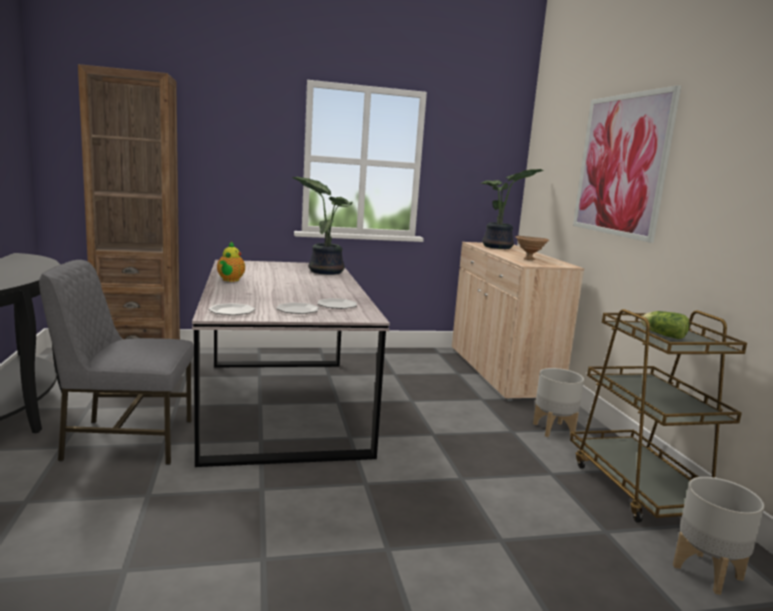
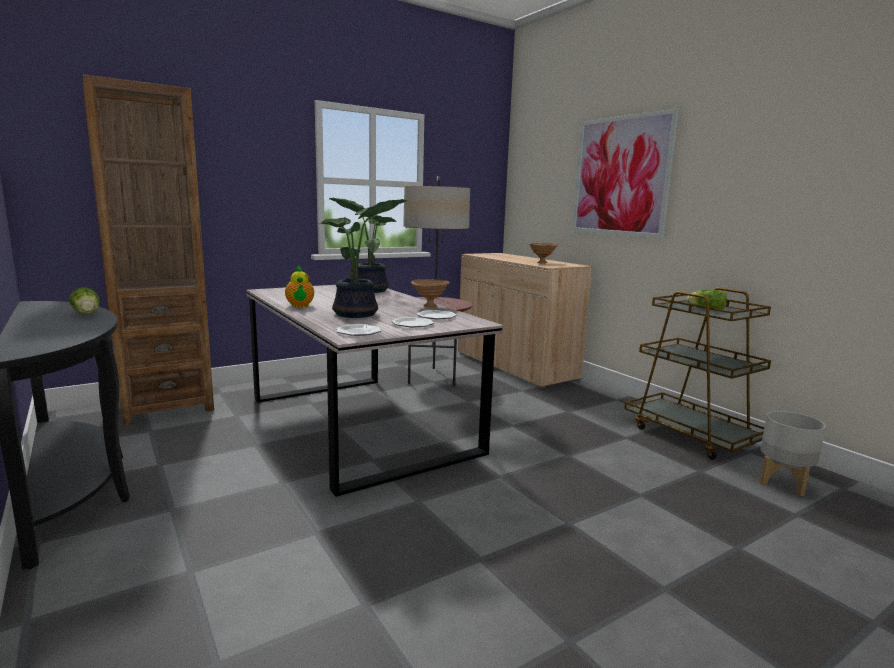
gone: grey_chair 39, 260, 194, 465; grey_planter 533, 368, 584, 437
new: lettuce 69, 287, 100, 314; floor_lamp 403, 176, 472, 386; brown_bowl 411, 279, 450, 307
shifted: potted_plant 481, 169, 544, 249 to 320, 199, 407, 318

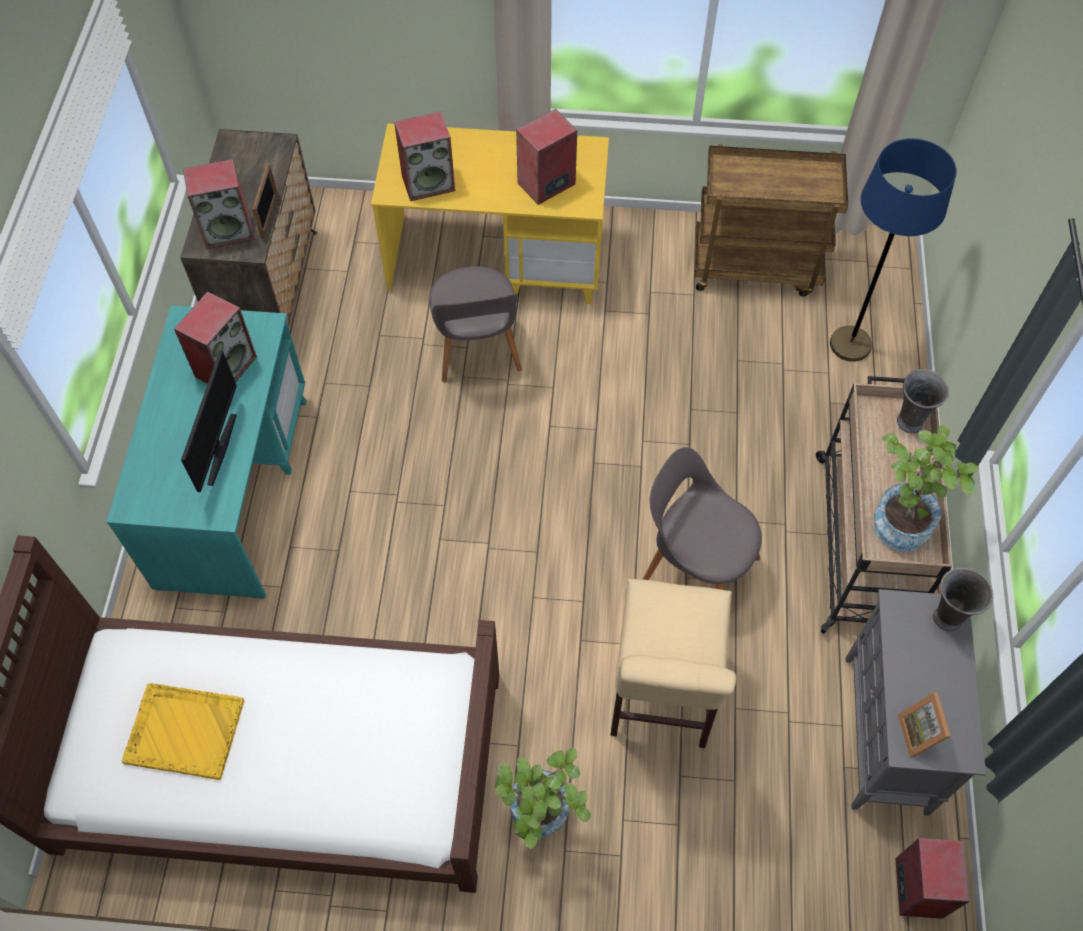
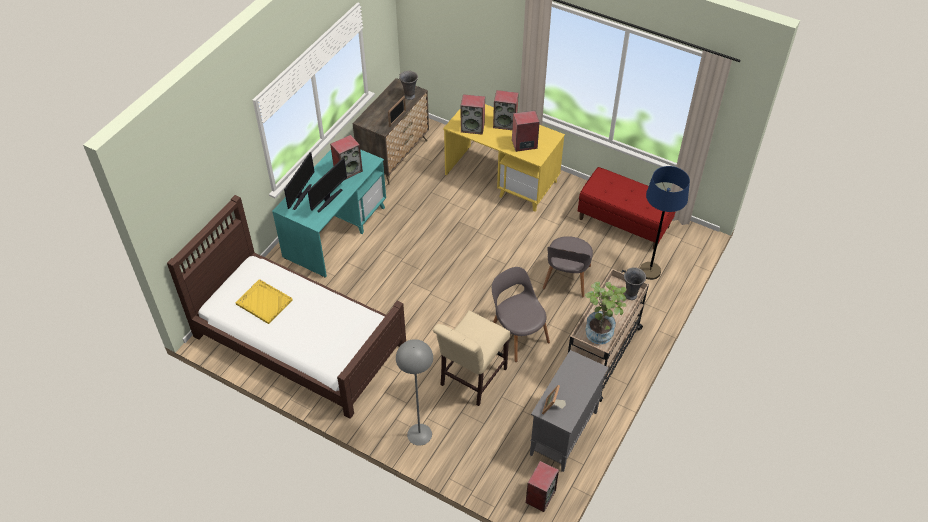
gone: potted_plant 495, 748, 591, 849
new: monitor 284, 152, 315, 210; grey_floor_lamp 396, 339, 433, 446
shifted: grey_vase 933, 567, 993, 631 to 399, 71, 418, 100; speaker 183, 159, 255, 249 to 493, 90, 519, 130; grey_chair 429, 266, 522, 382 to 543, 236, 593, 297
swapped: brown_cart 694, 144, 848, 297 to red_bench 578, 167, 676, 250

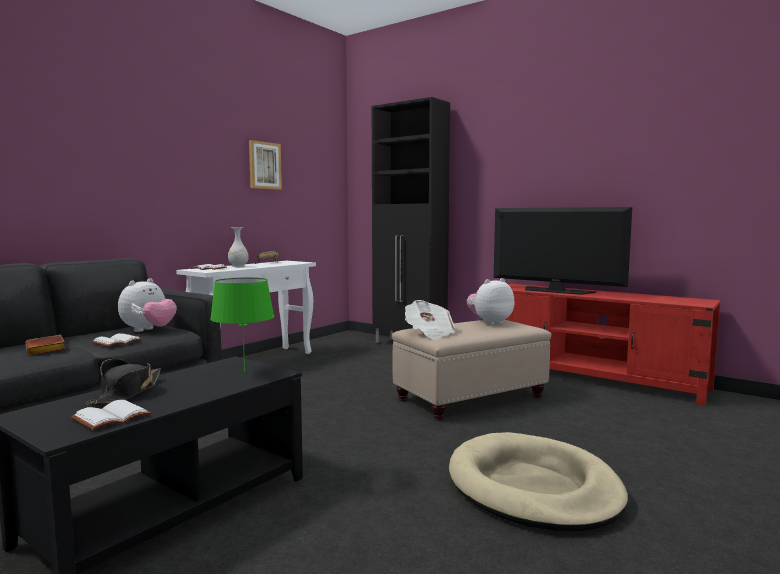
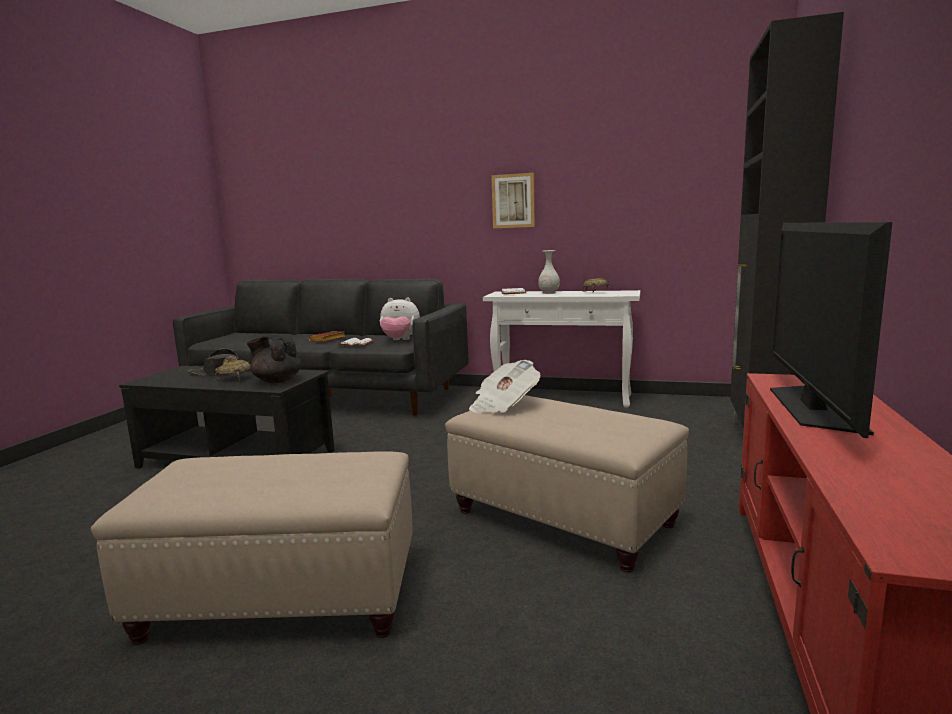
gone: white_book 71, 400, 151, 430; plush_toy 467, 278, 514, 325
new: beige_bowl 215, 360, 252, 381
shifted: picture 249, 140, 282, 190 to 491, 173, 535, 228
swapped: beige_dog_bed 449, 432, 628, 532 to beige_ottoman 91, 451, 413, 645; green_table_lamp 210, 277, 274, 372 to black_teapot 247, 334, 301, 383

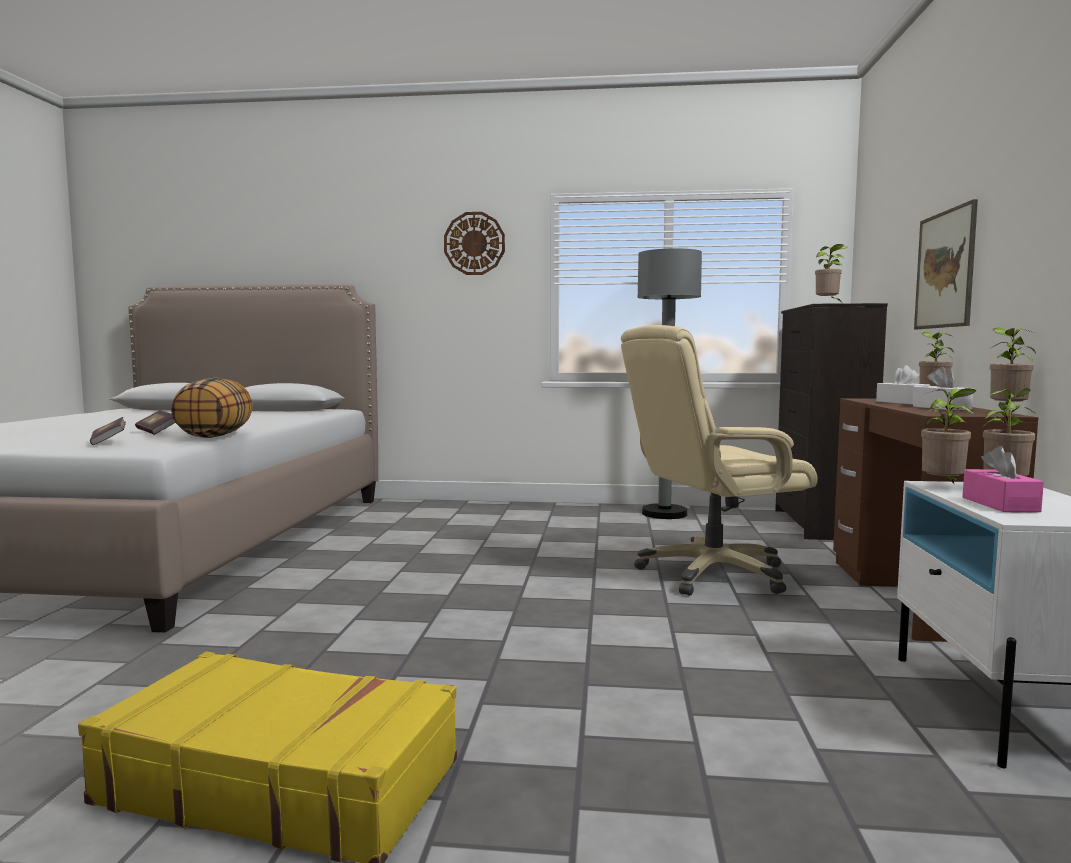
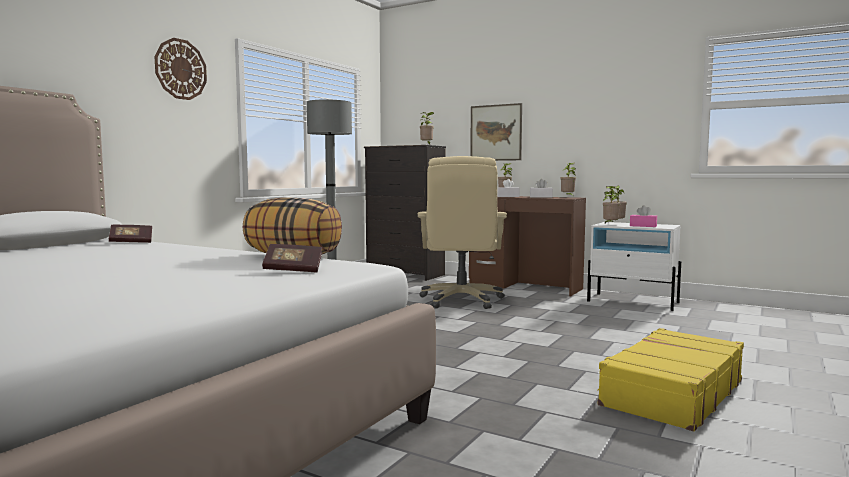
shifted: book 135, 410, 175, 435 to 109, 225, 152, 243

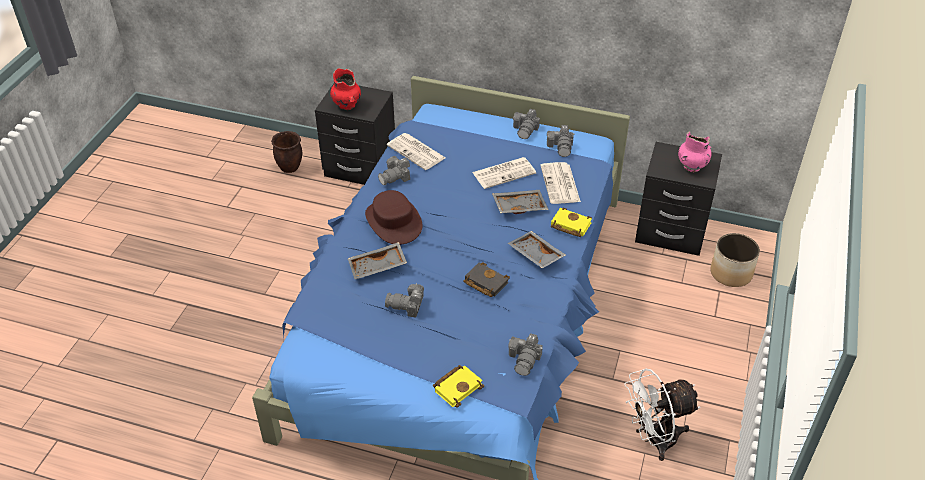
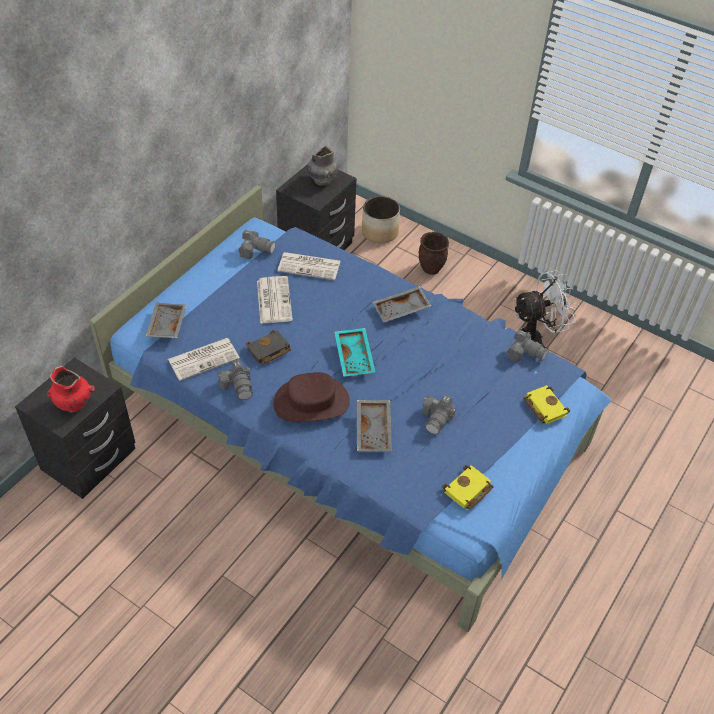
gone: photo_camera 513, 109, 540, 139
new: turquoise_tray 334, 328, 375, 377
shifted: grey_tray 492, 190, 549, 214 to 145, 302, 186, 338; black_book 464, 262, 510, 297 to 246, 330, 291, 364; brown_planter 271, 131, 302, 173 to 419, 232, 449, 275; yellow_book 551, 207, 592, 237 to 442, 465, 494, 509
repainted: pink_vase 678, 132, 712, 172 to grey_vase 307, 146, 338, 186
rotated: white_fan 624, 369, 700, 461 = 514, 270, 577, 348 105 degrees counterclockwise

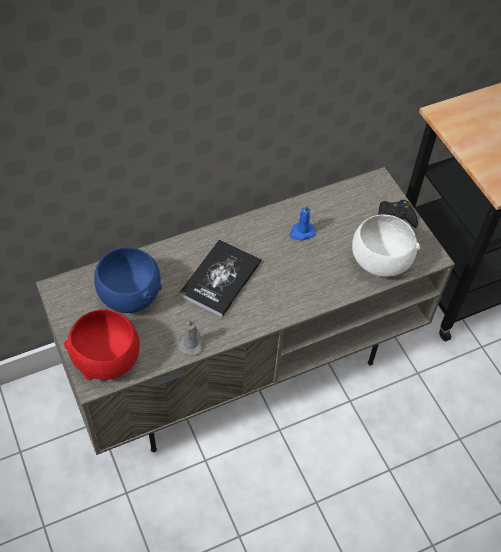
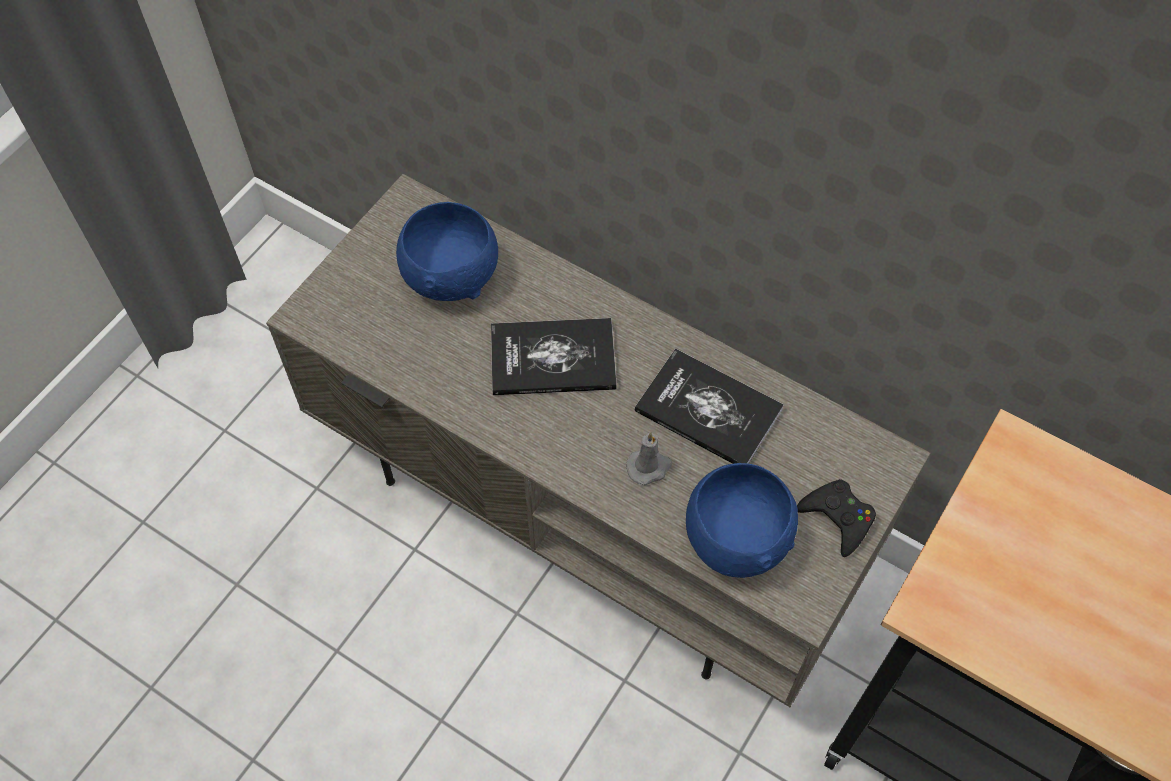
gone: red_bowl 64, 309, 140, 380
shifted: grey_candle 178, 319, 204, 356 to 626, 432, 672, 485
swapped: blue_candle 289, 204, 315, 240 to book 635, 349, 784, 464
repainted: white_bowl 352, 215, 420, 277 to blue_bowl 686, 463, 798, 578

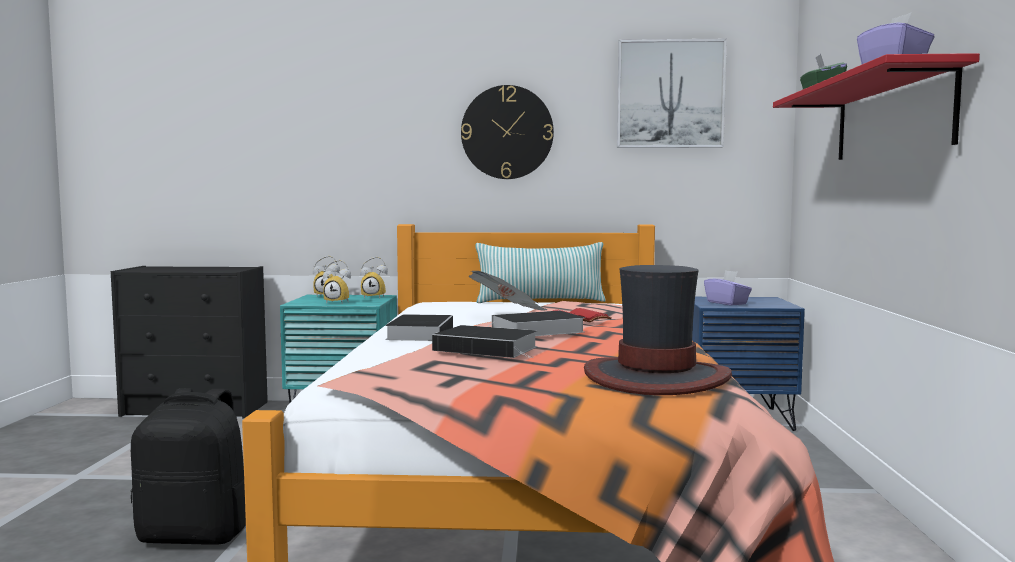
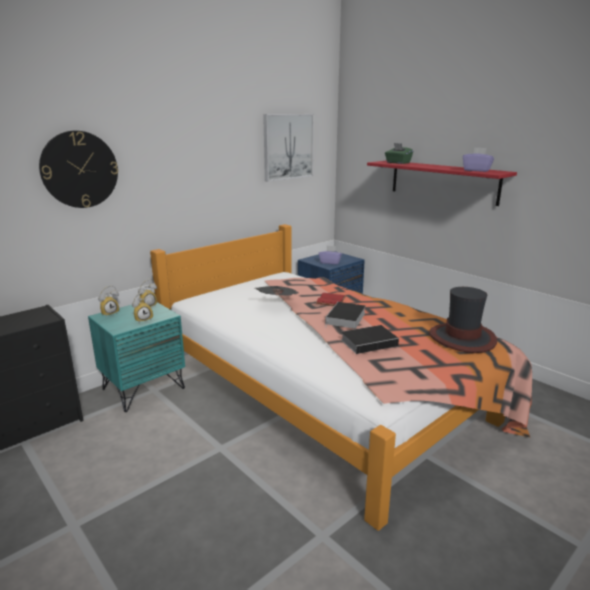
gone: black_backpack 131, 388, 246, 544; book 385, 314, 453, 341; pillow 475, 242, 606, 303
shifted: wall_clock 461, 85, 554, 179 to 39, 131, 118, 208

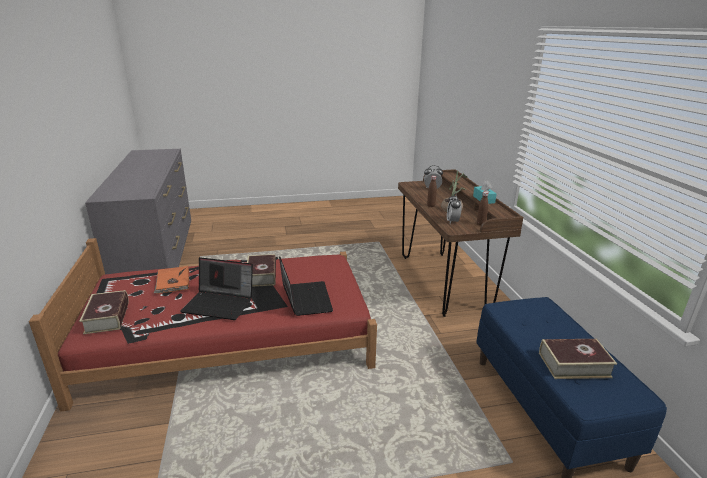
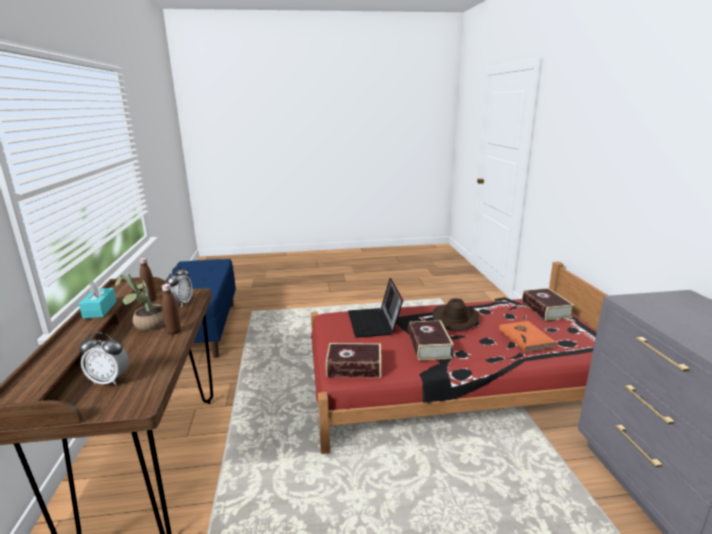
shifted: book 539, 339, 617, 379 to 326, 343, 381, 378
swapped: laptop 180, 257, 253, 320 to brown_hat 433, 298, 479, 331

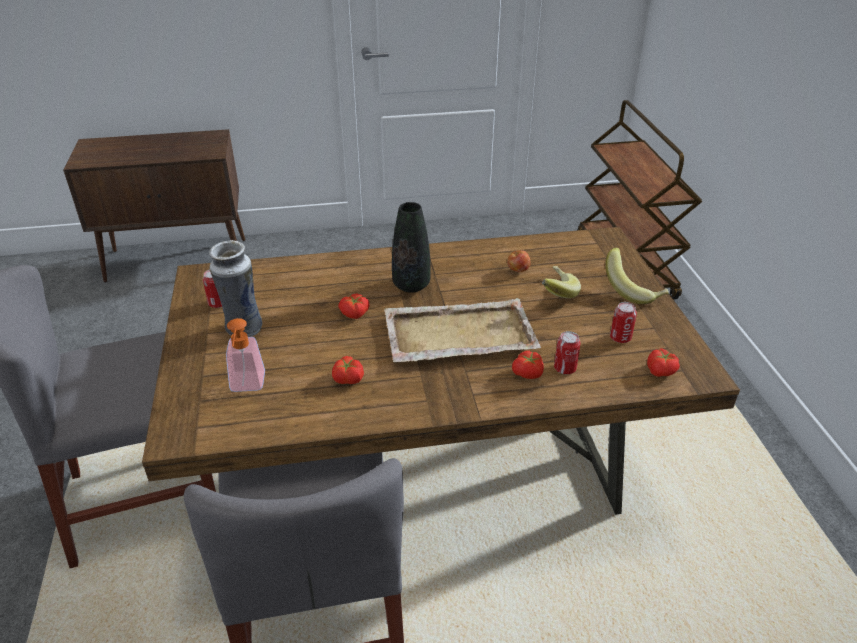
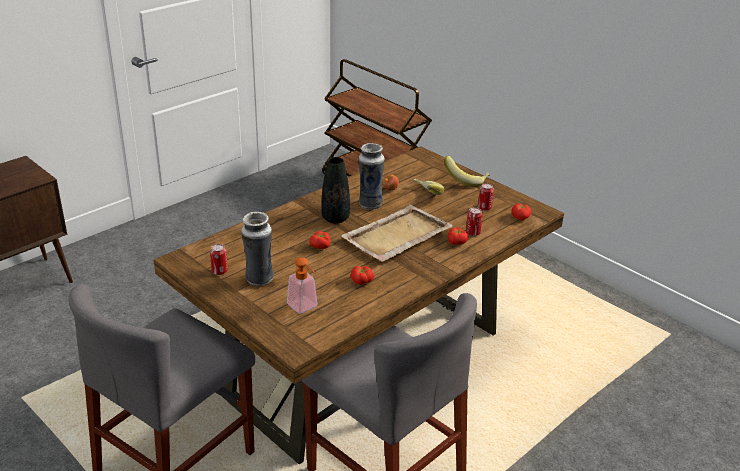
new: vase 358, 143, 385, 210

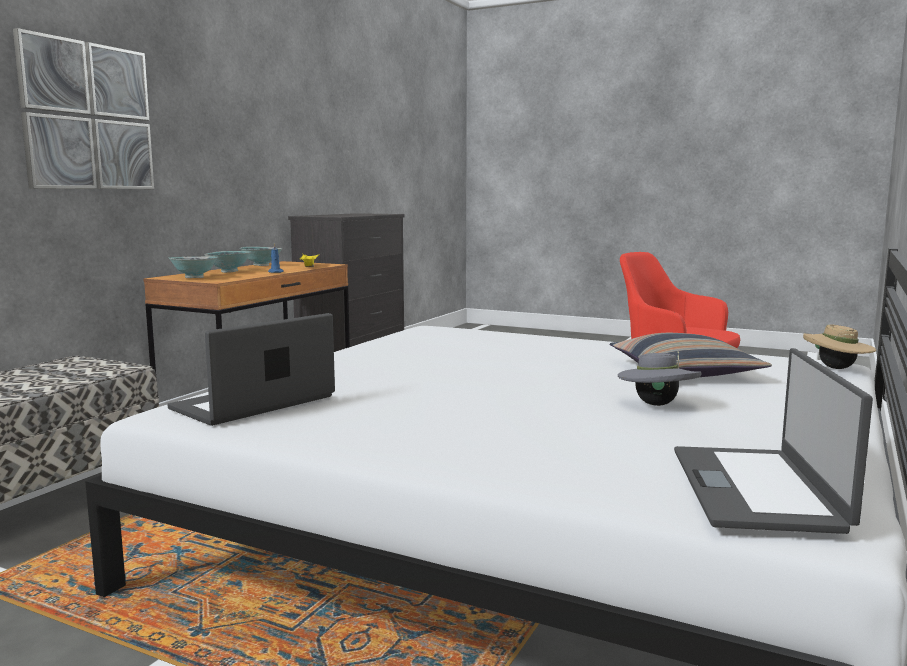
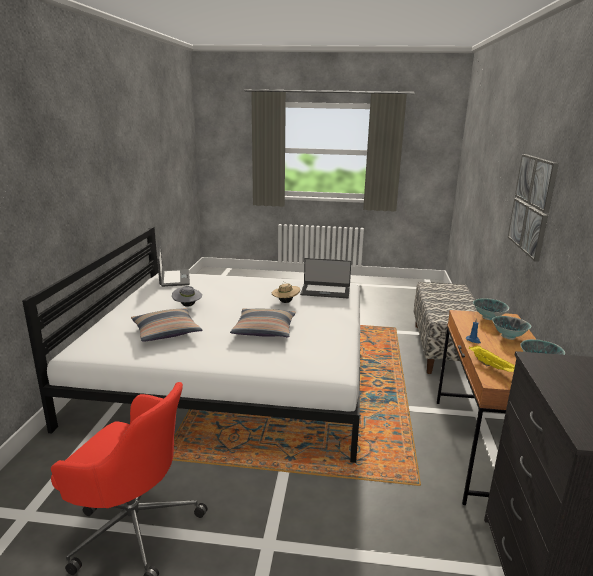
new: pillow 230, 308, 296, 337
shifted: beige_hat 803, 324, 876, 369 to 272, 282, 300, 303
rotated: laptop 167, 313, 335, 426 = 300, 258, 351, 298 75 degrees clockwise

